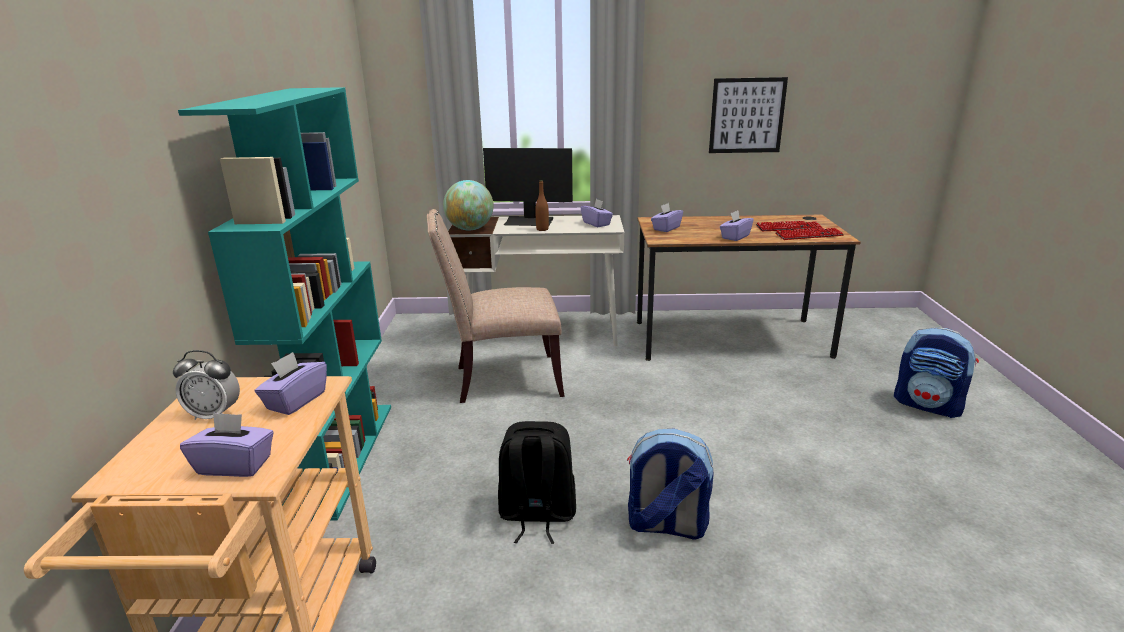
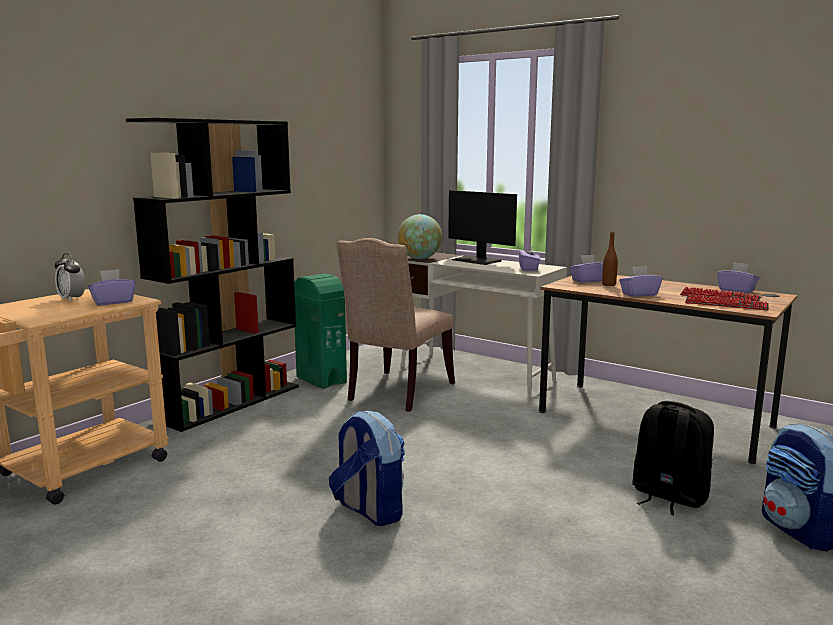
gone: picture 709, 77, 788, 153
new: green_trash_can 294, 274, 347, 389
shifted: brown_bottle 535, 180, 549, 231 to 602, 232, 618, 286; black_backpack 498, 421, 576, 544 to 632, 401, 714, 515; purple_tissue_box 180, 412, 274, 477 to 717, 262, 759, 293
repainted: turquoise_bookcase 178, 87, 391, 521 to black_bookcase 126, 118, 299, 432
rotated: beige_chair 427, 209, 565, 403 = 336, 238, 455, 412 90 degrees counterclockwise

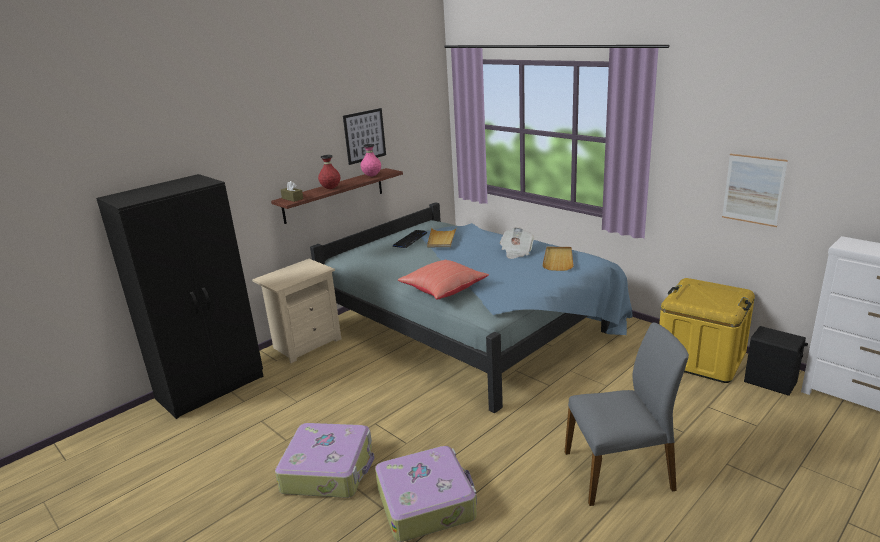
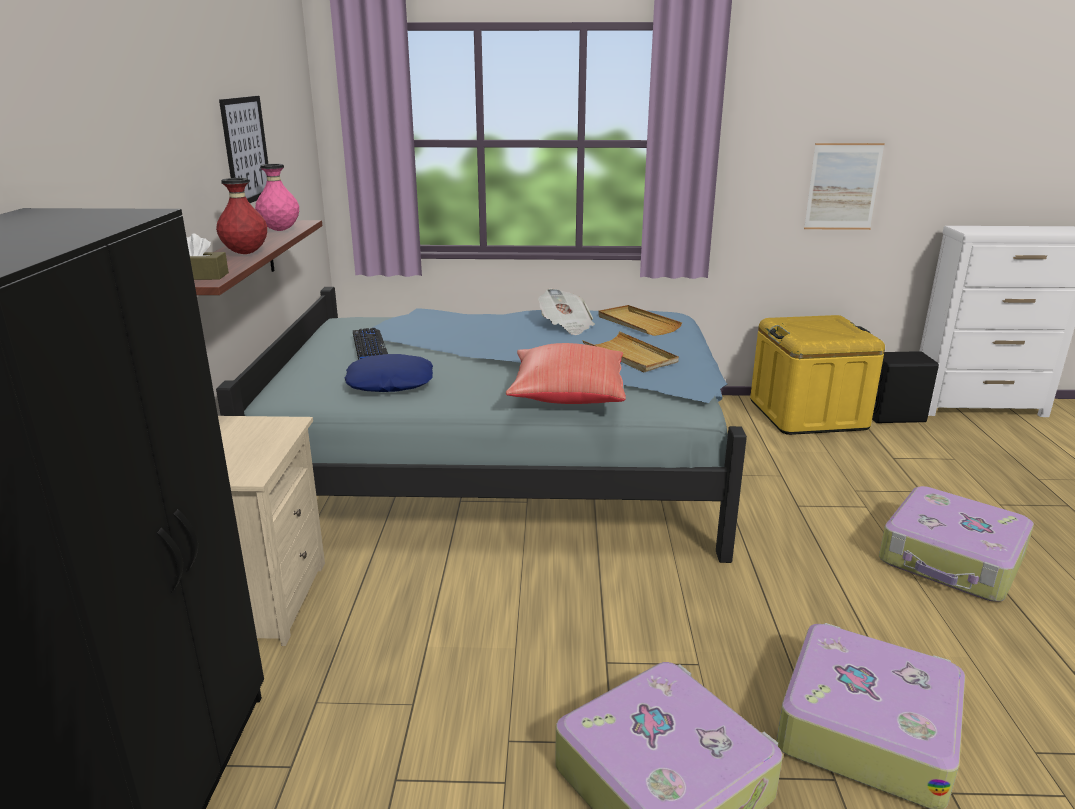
new: blue_pillow 345, 354, 433, 392
shifted: beige_tray 427, 227, 457, 248 to 582, 331, 679, 373
swapped: grey_chair 565, 322, 689, 506 to suitcase 879, 486, 1034, 602

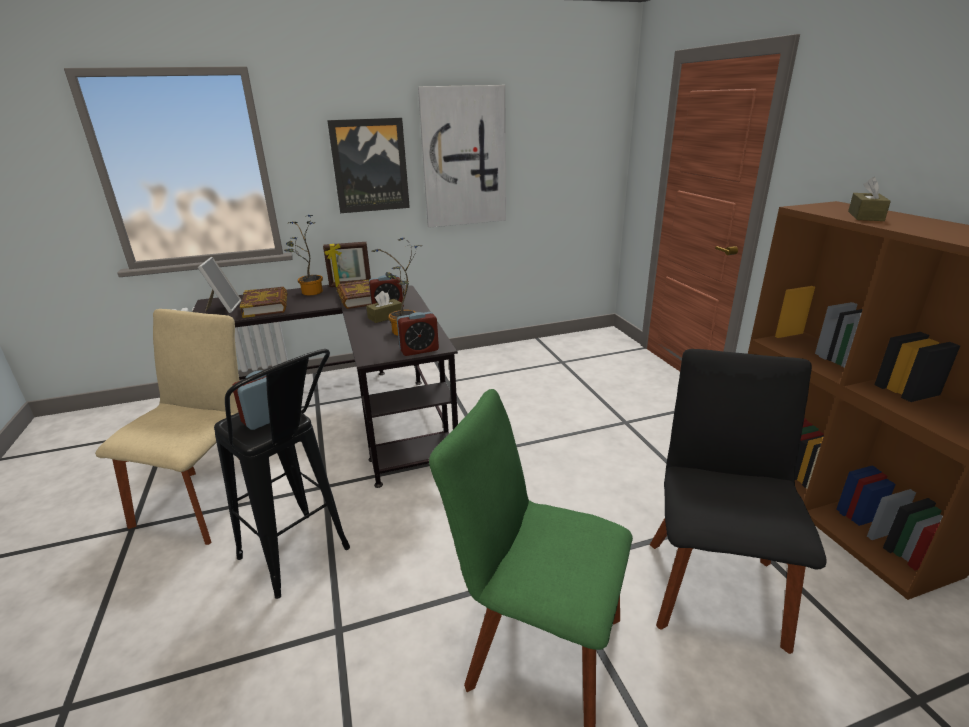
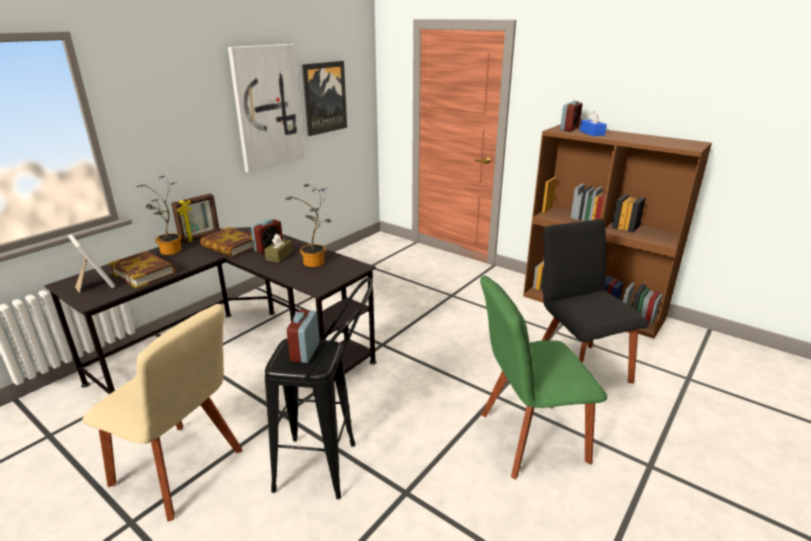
shifted: picture 327, 118, 410, 213 to 302, 61, 347, 136; alarm_clock 397, 312, 439, 356 to 560, 101, 582, 131
repainted: brown_tissue_box 848, 177, 891, 221 to blue_tissue_box 580, 111, 607, 136
rotated: beige_chair 95, 309, 240, 545 = 82, 304, 242, 522 135 degrees clockwise

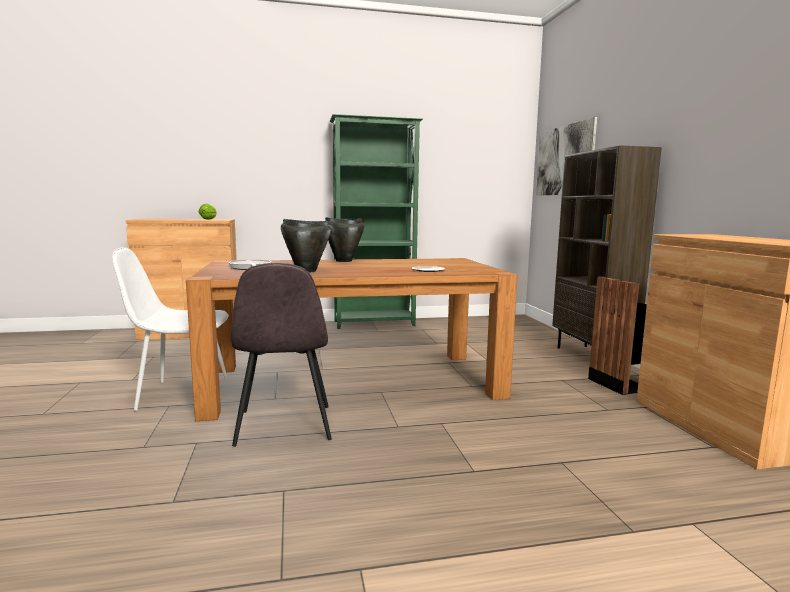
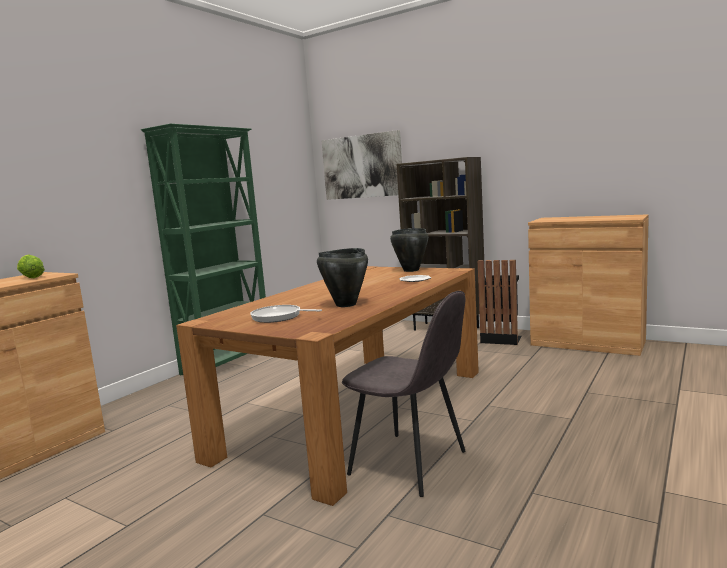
gone: white_chair 112, 247, 229, 411
shifted: black_cooking_pot 325, 217, 364, 262 to 390, 228, 428, 272

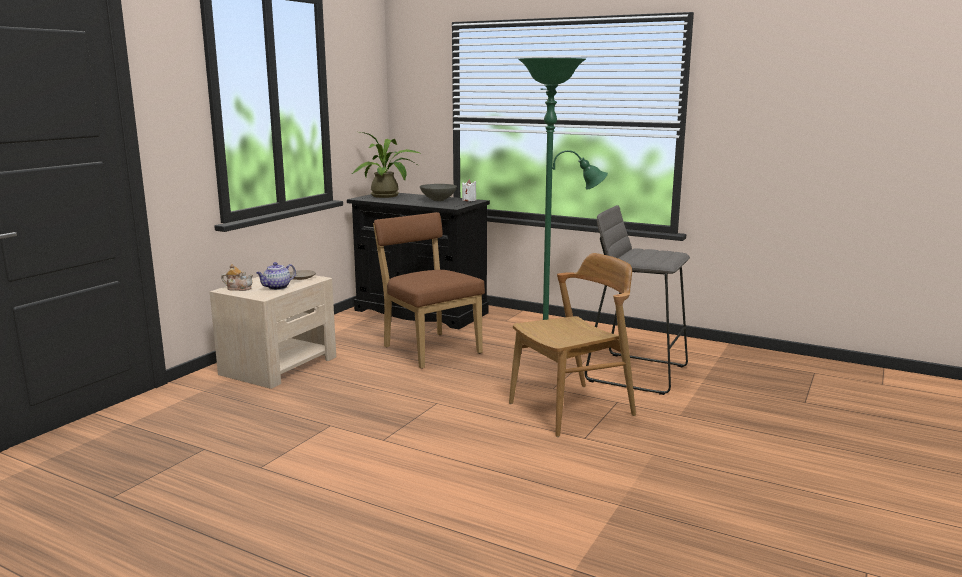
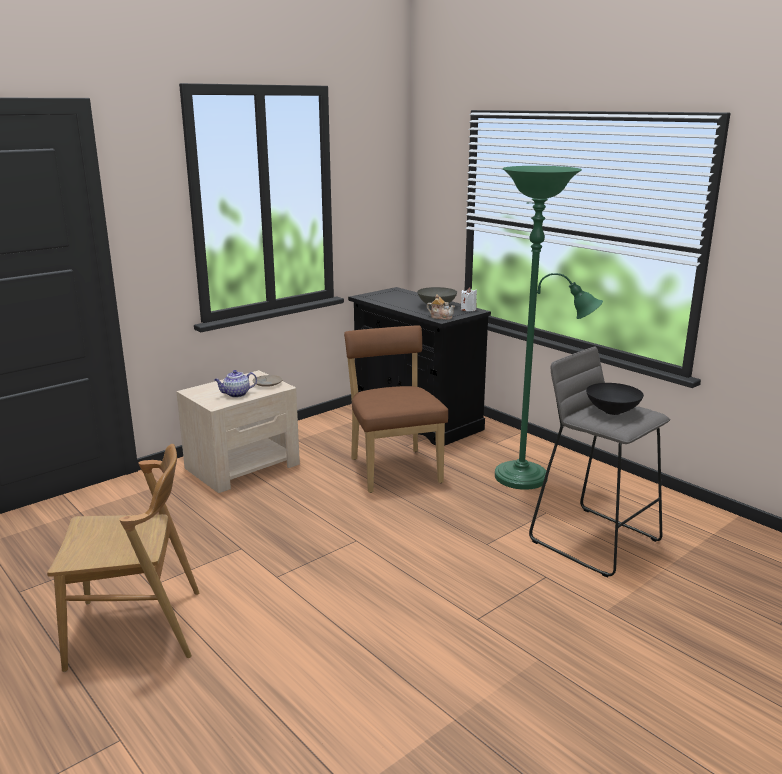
gone: potted_plant 352, 132, 422, 198
new: black_bowl 586, 383, 644, 415
shifted: brown_chair 509, 253, 636, 437 to 47, 444, 199, 672; teapot 221, 264, 253, 291 to 427, 294, 455, 320

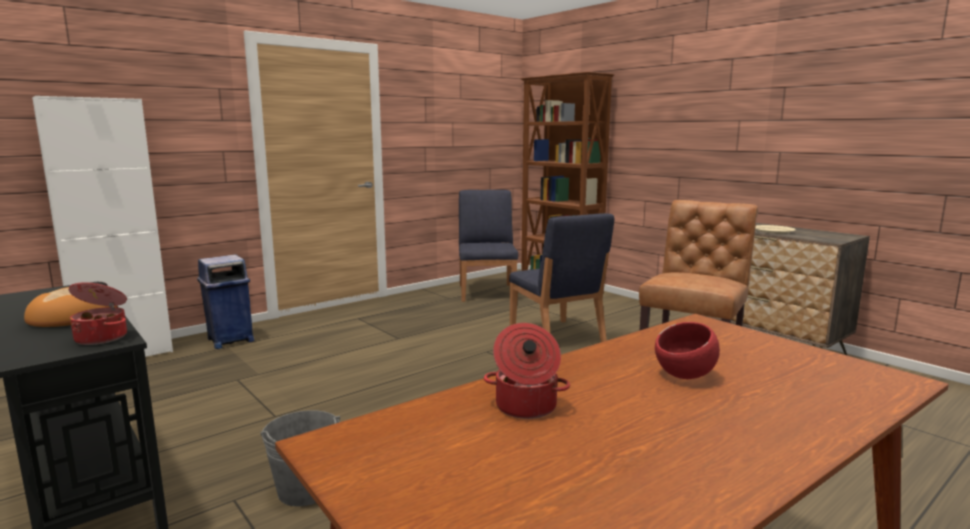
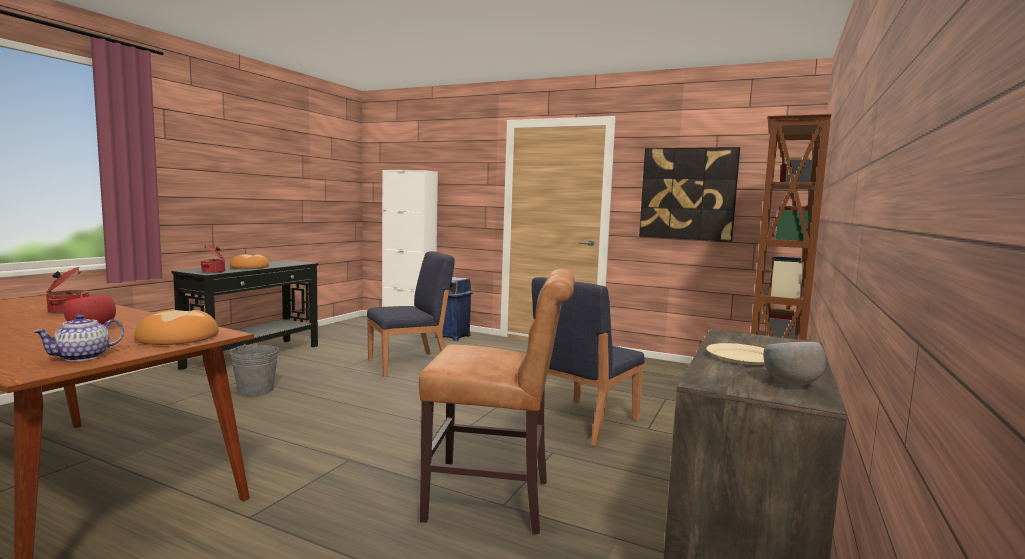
new: teapot 33, 314, 124, 362; bread 134, 310, 219, 345; picture 639, 147, 740, 242; grey_bowl 763, 342, 826, 386
shifted: blue_chair 459, 190, 518, 302 to 367, 251, 455, 377

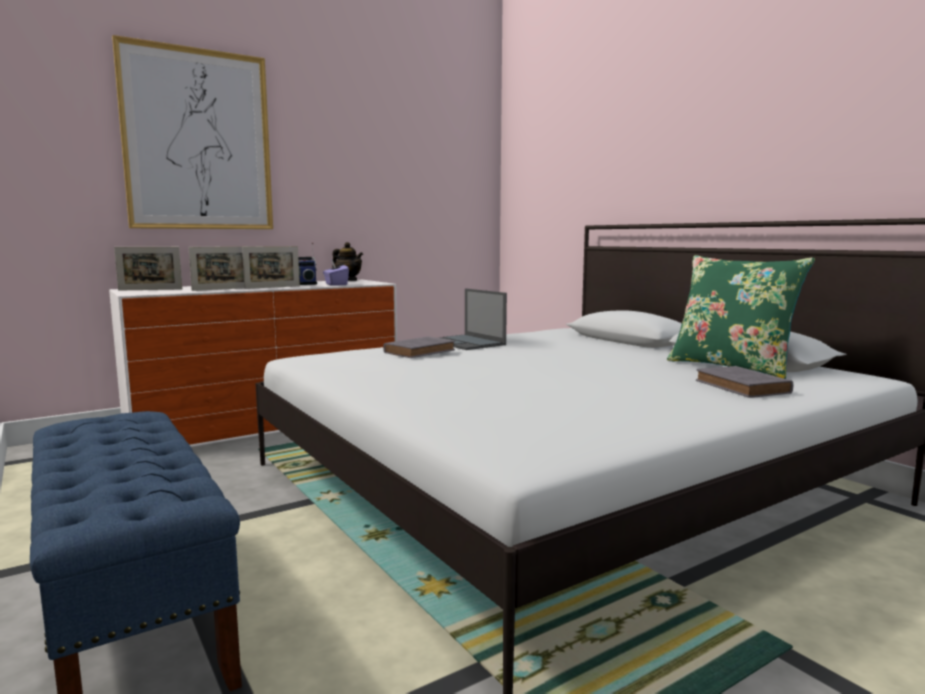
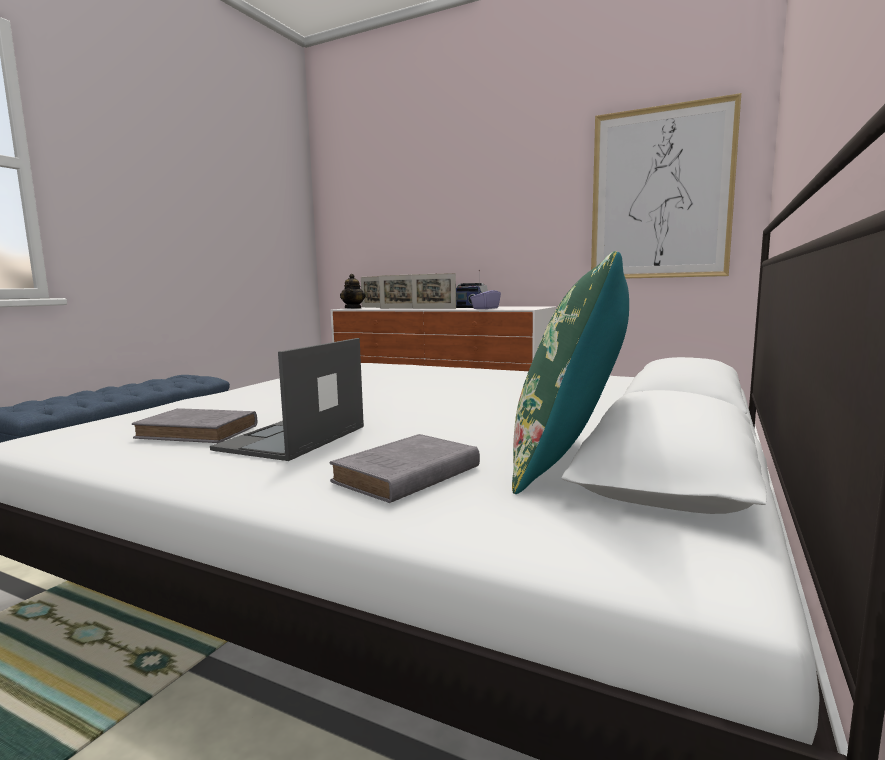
shifted: grey_book 383, 336, 455, 358 to 132, 408, 257, 443; laptop 439, 288, 507, 350 to 210, 338, 364, 461; teapot 332, 242, 363, 281 to 340, 274, 365, 309; picture 112, 35, 273, 229 to 591, 93, 741, 279

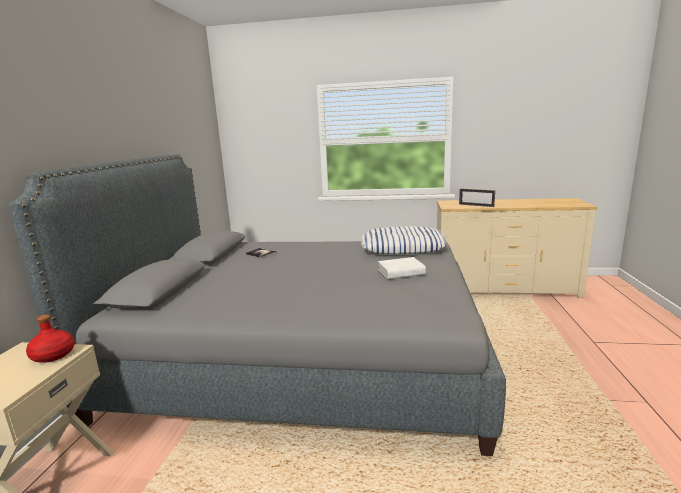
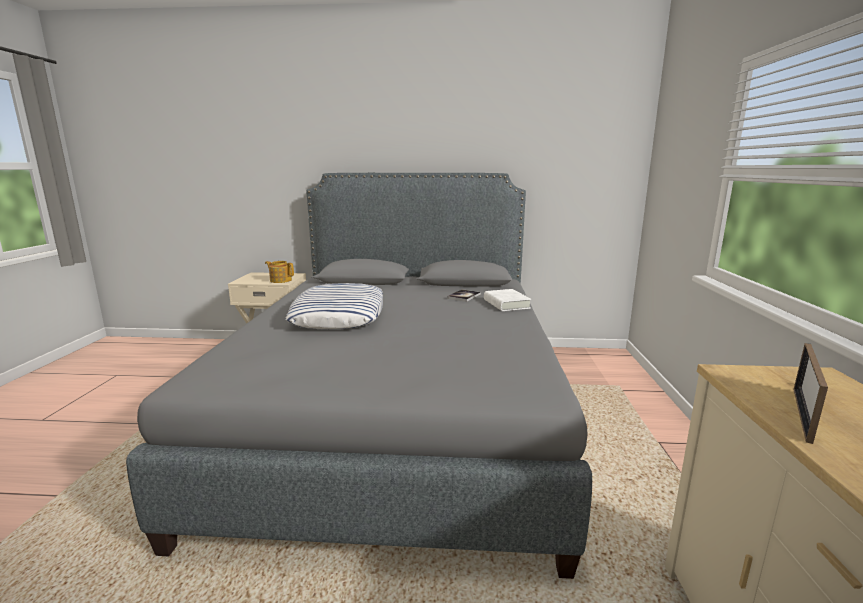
shifted: pillow 361, 226, 447, 254 to 285, 283, 383, 329; white_book 378, 257, 426, 279 to 484, 289, 531, 311
swapped: red_bottle 26, 315, 75, 363 to teapot 265, 261, 294, 283

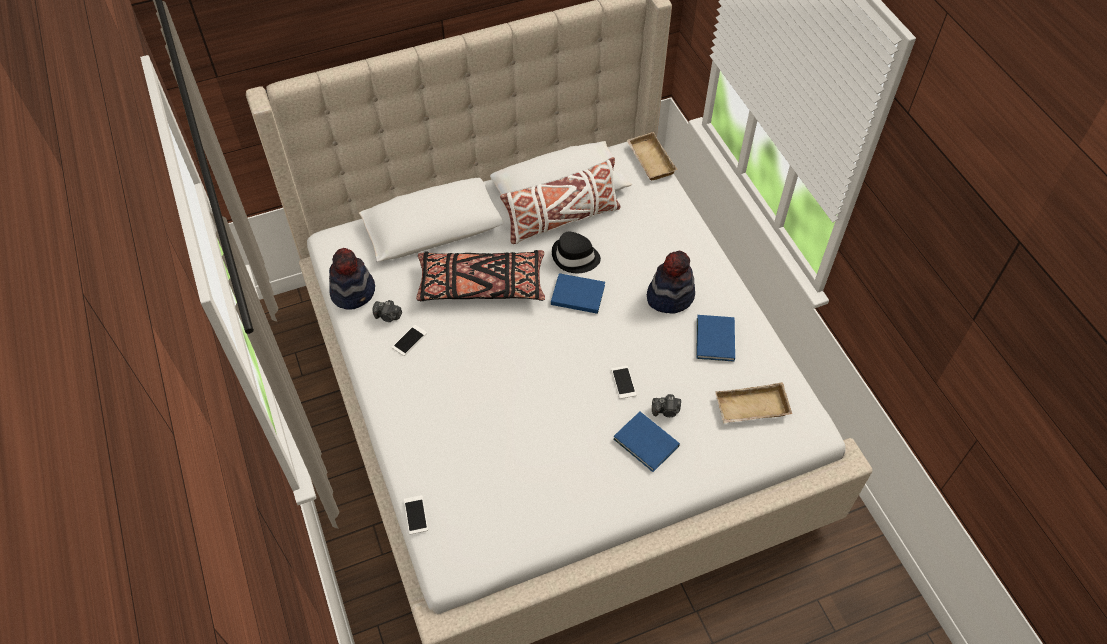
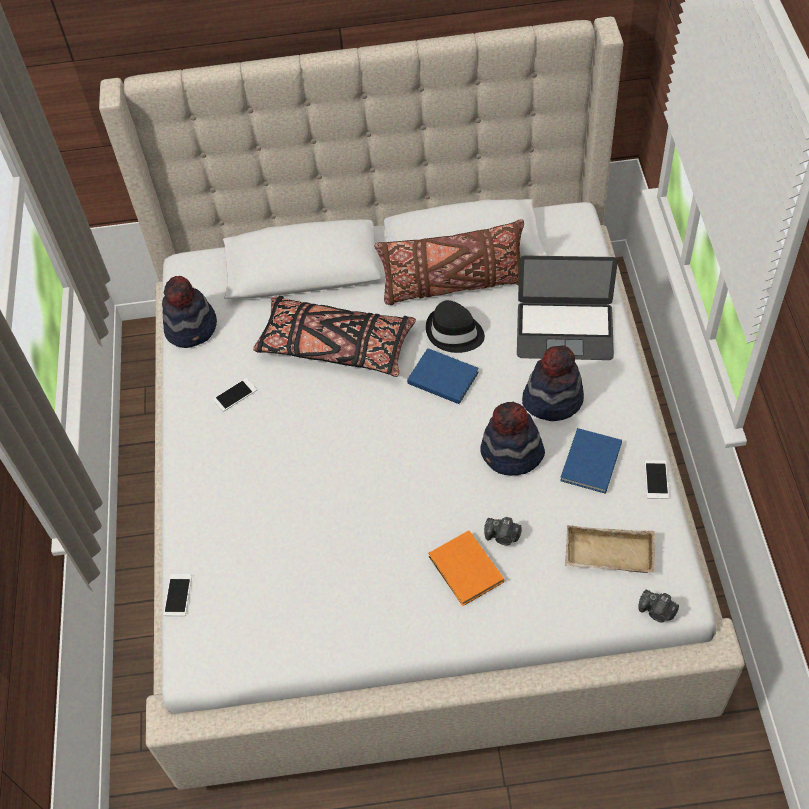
gone: beige_tray 626, 132, 678, 180
new: hat 480, 401, 545, 476; laptop 517, 256, 618, 360
shifted: photo_camera 373, 300, 402, 322 to 638, 590, 679, 623; phone 611, 366, 636, 399 to 645, 460, 669, 499
repainted: white_pillow 500, 157, 620, 244 to brown_pillow 374, 219, 524, 305; blue_book 614, 412, 680, 472 to orange_book 428, 530, 504, 606

